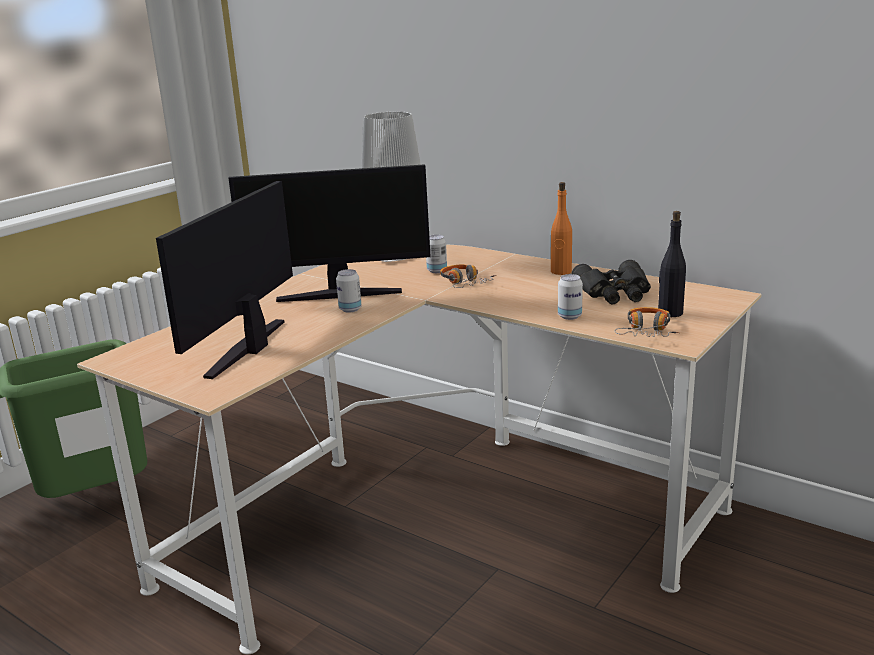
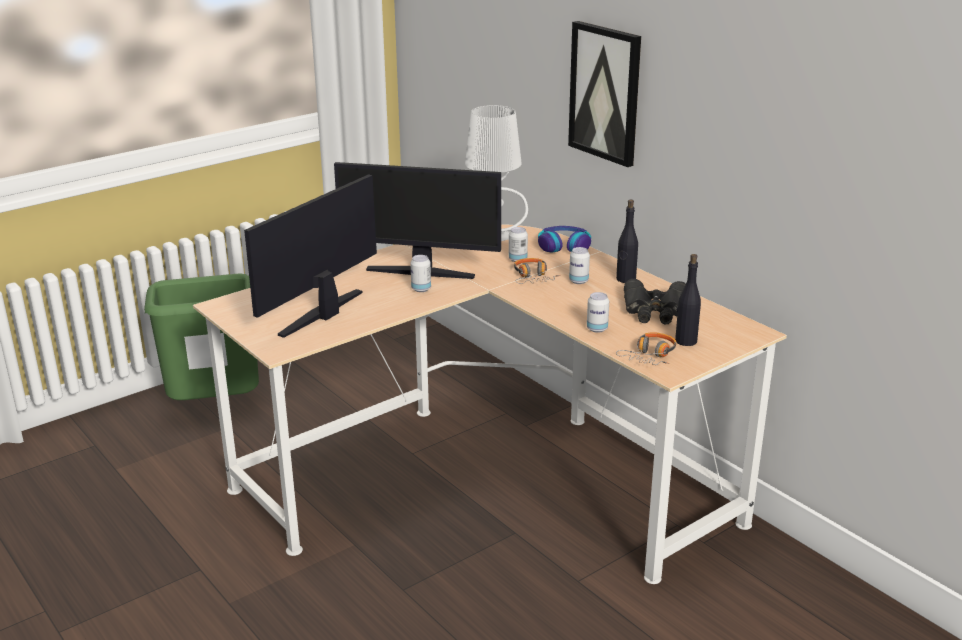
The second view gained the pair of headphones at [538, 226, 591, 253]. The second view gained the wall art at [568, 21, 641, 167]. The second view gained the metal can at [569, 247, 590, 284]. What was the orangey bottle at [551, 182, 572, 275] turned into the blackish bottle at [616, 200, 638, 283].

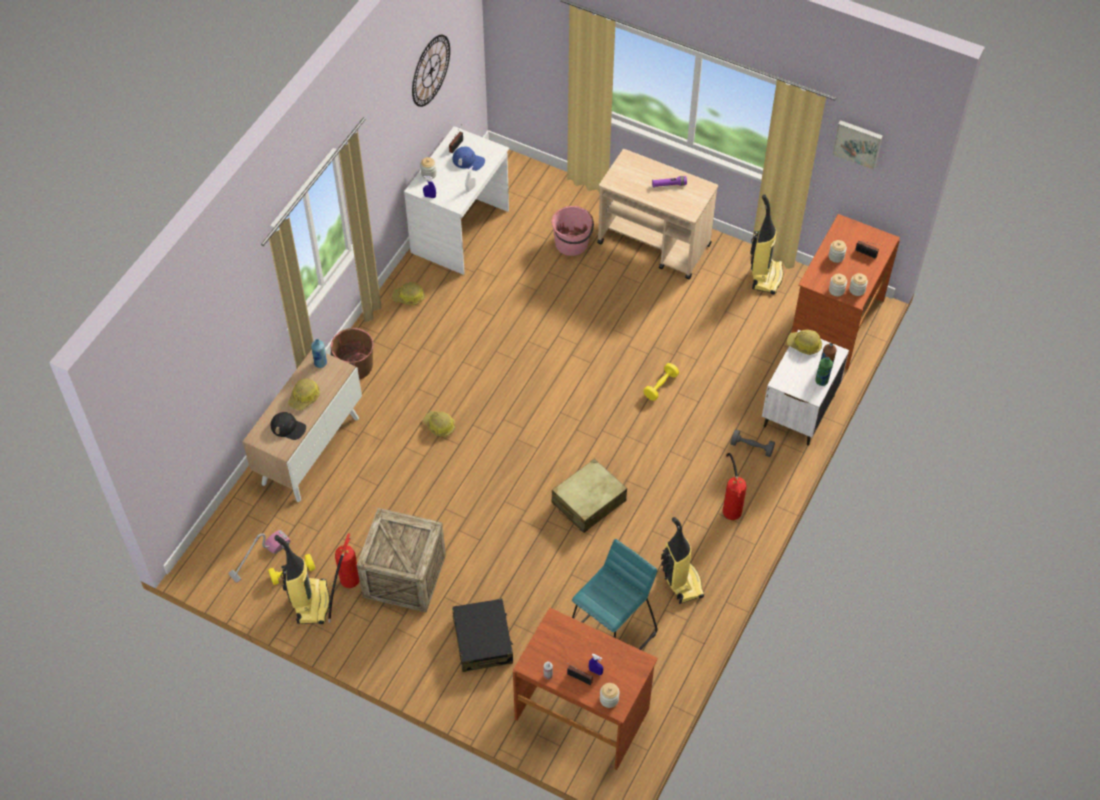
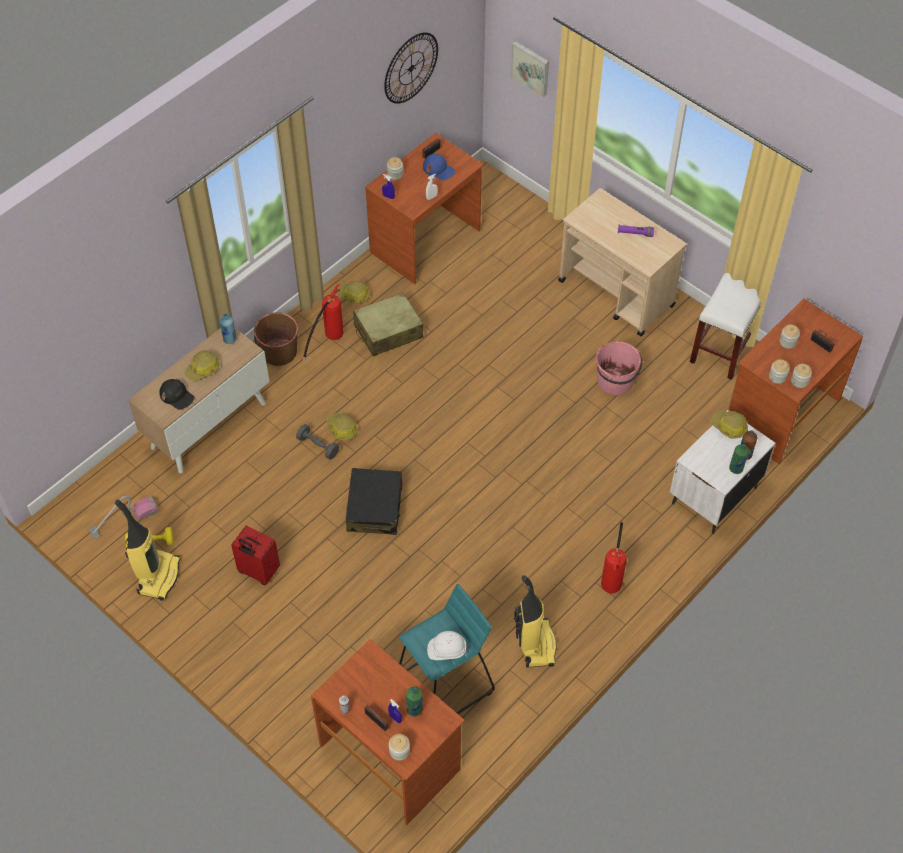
Where the packing crate stood at [357, 508, 446, 612], the red-coloured suitcase came to stand at [231, 525, 280, 585]. The grey hand weight ended up elsewhere, having gone from [730, 429, 775, 457] to [296, 424, 339, 460]. The fire extinguisher ended up elsewhere, having gone from [328, 533, 360, 623] to [303, 284, 344, 361]. The blackish suitcase ended up elsewhere, having gone from [452, 599, 513, 672] to [346, 468, 402, 535]. The beige-coloured suitcase ended up elsewhere, having gone from [551, 459, 627, 533] to [353, 293, 423, 356]. What was the white desk at [404, 126, 509, 275] turned into the brownish desk at [365, 133, 484, 284]. The second view gained the greenish bottle at [406, 686, 423, 717]. The second view gained the white hard hat at [427, 631, 467, 660]. The wall art ended up elsewhere, having gone from [832, 120, 883, 170] to [511, 41, 549, 97]. The pink water bucket ended up elsewhere, having gone from [551, 206, 594, 256] to [596, 341, 642, 395]. Where the vacuum cleaner stood at [750, 194, 783, 294], the white stool seat came to stand at [690, 273, 761, 380]. The second view lost the yellowish hand weight at [643, 363, 679, 401].

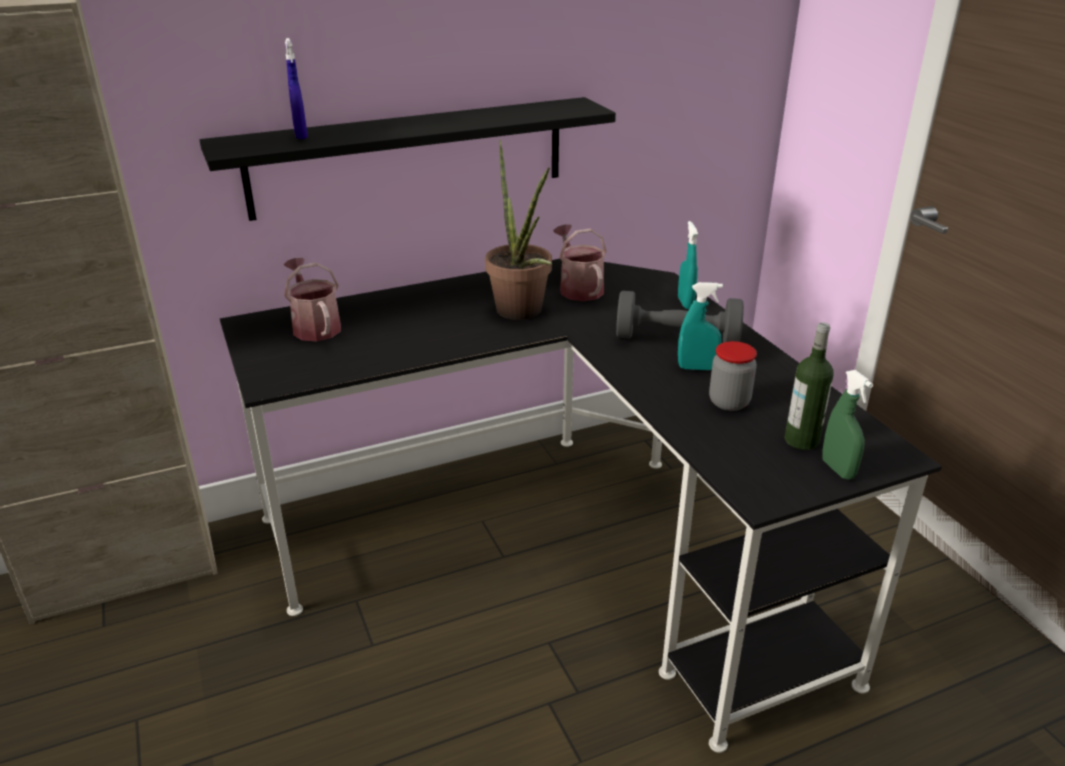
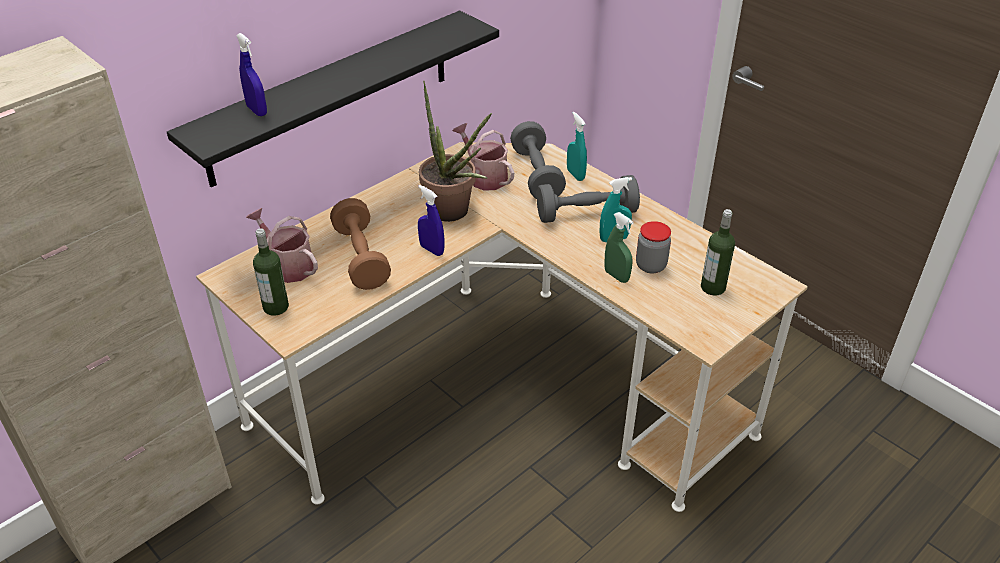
What was the blackish desk at [220, 259, 942, 753] turned into the beige-coloured desk at [196, 142, 808, 512]. The second view gained the bottle at [253, 228, 289, 316]. The second view gained the brownish hand weight at [330, 198, 391, 290]. The second view gained the bluish hand sprayer at [418, 185, 444, 256]. The second view gained the grey hand weight at [510, 121, 566, 199]. The greenish hand sprayer ended up elsewhere, having gone from [822, 370, 873, 480] to [604, 212, 634, 283].

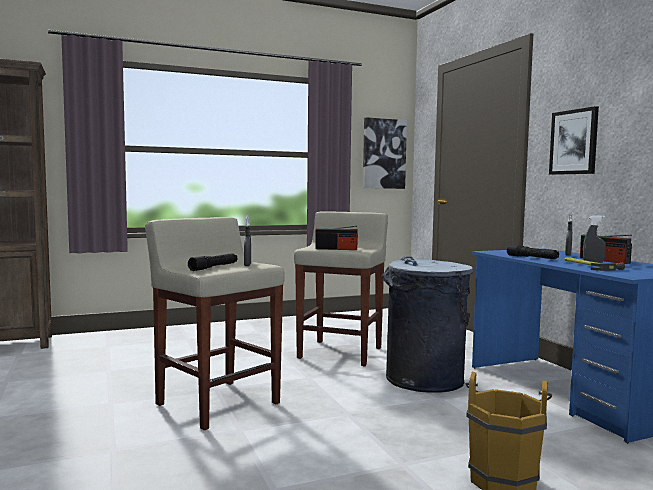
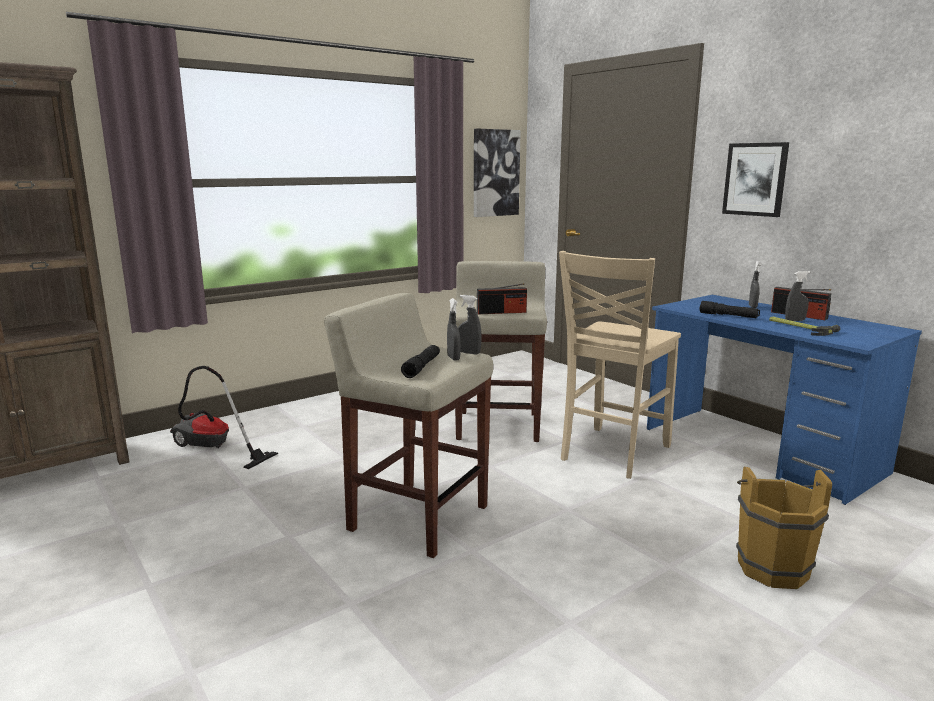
The second view gained the vacuum cleaner at [170, 366, 278, 469]. The second view gained the grey hand sprayer at [458, 295, 482, 355]. Where the grey trash can stood at [381, 256, 473, 393], the beige-coloured plain chair came to stand at [559, 251, 681, 479].

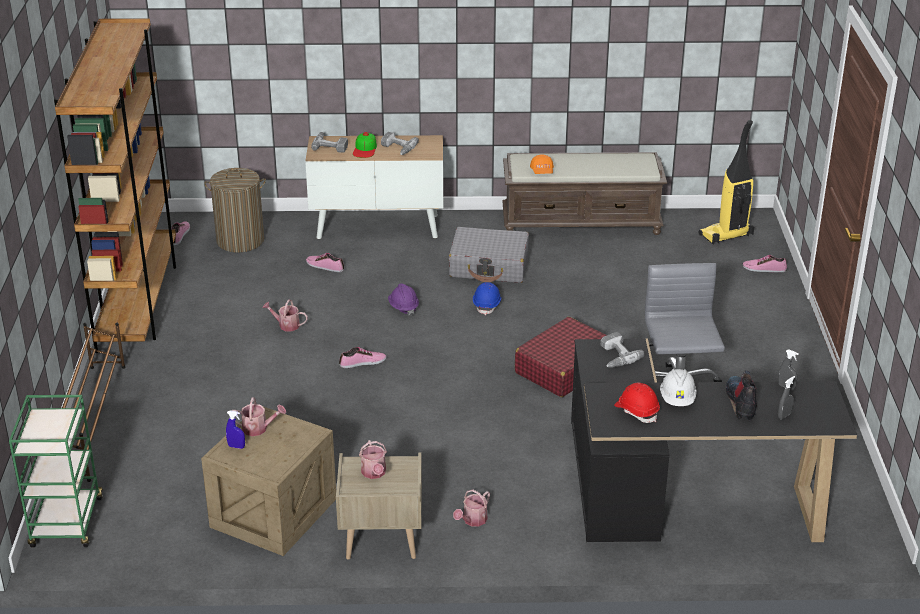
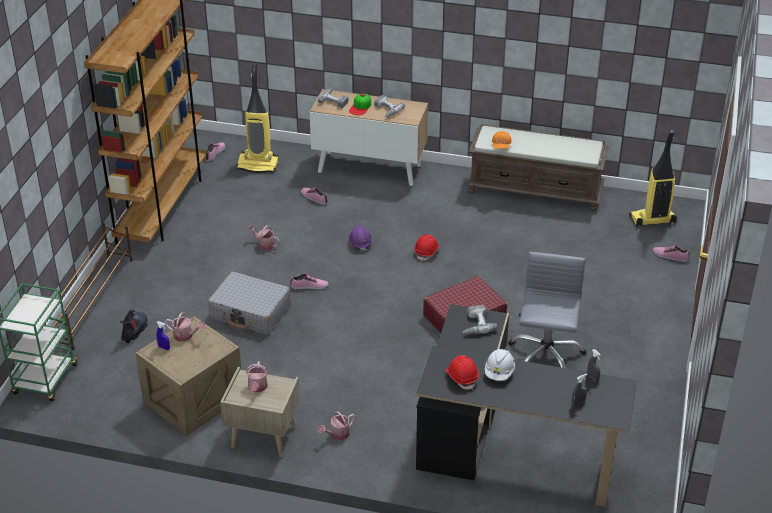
The tall boot ended up elsewhere, having gone from [726, 371, 757, 421] to [120, 309, 148, 343]. The grey suitcase ended up elsewhere, having gone from [449, 227, 529, 283] to [208, 271, 291, 335]. Where the hamper stood at [204, 168, 266, 252], the vacuum cleaner came to stand at [236, 64, 279, 173]. What was the bluish hard hat at [473, 282, 502, 315] turned into the red-coloured hard hat at [414, 234, 440, 261].

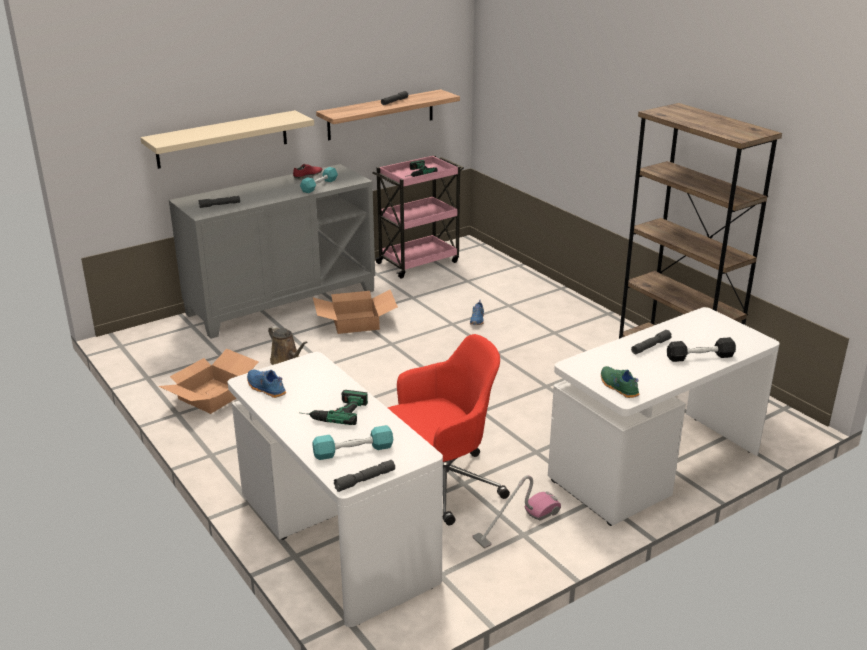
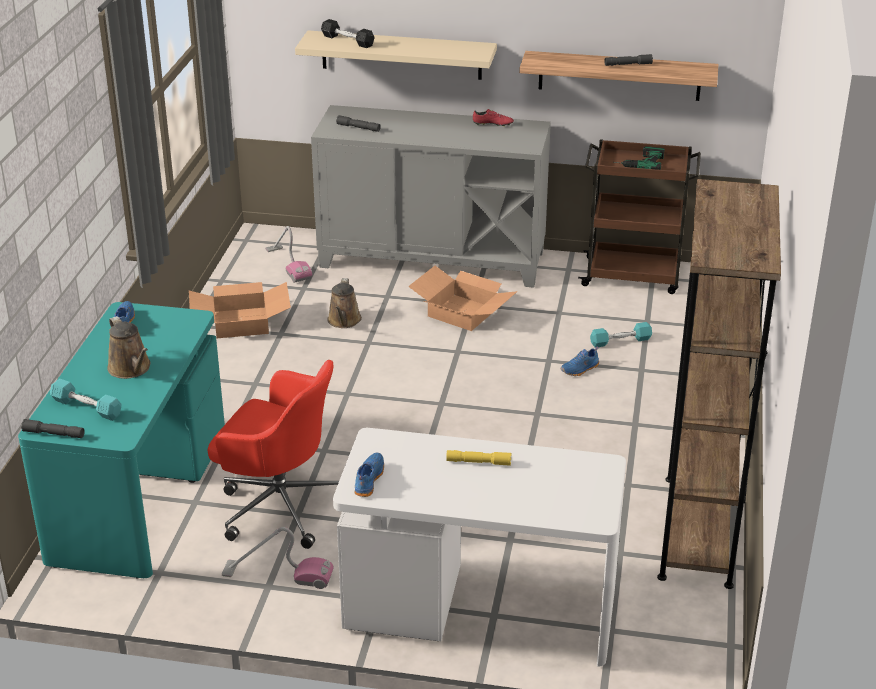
What was the white desk at [228, 352, 443, 627] turned into the turquoise desk at [18, 302, 225, 579]. Where the electric drill stood at [299, 390, 368, 425], the brownish sprinkling can came to stand at [107, 316, 151, 379]. The second view gained the vacuum cleaner at [265, 226, 312, 282]. The blackish hand weight ended up elsewhere, having gone from [667, 337, 736, 362] to [321, 19, 375, 48]. What was the greenish low shoe at [601, 366, 640, 398] turned into the bluish low shoe at [355, 453, 384, 497]. What was the grey flashlight at [631, 330, 672, 354] turned into the yellowish flashlight at [446, 450, 511, 466]. What was the pink trolley at [373, 155, 464, 278] turned into the brownish trolley at [578, 139, 701, 294]. The turquoise hand weight ended up elsewhere, having gone from [300, 167, 338, 193] to [590, 322, 652, 348].

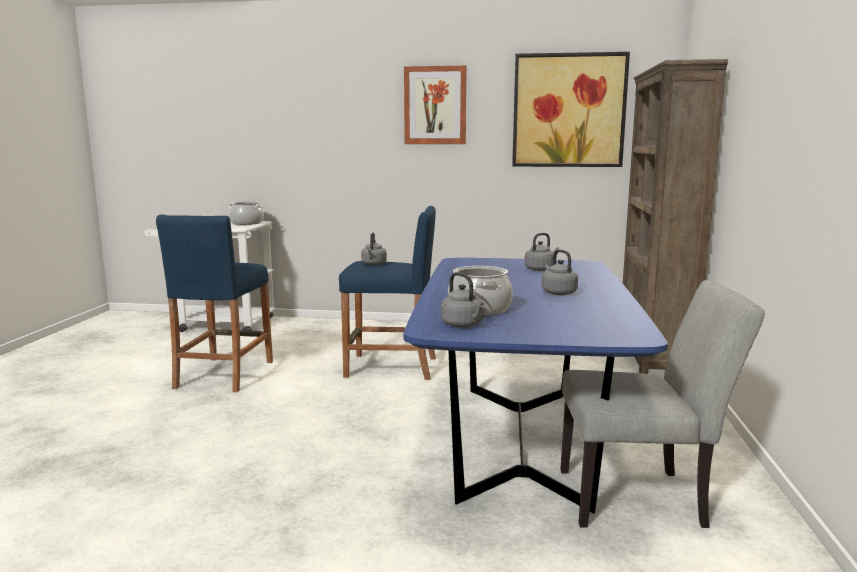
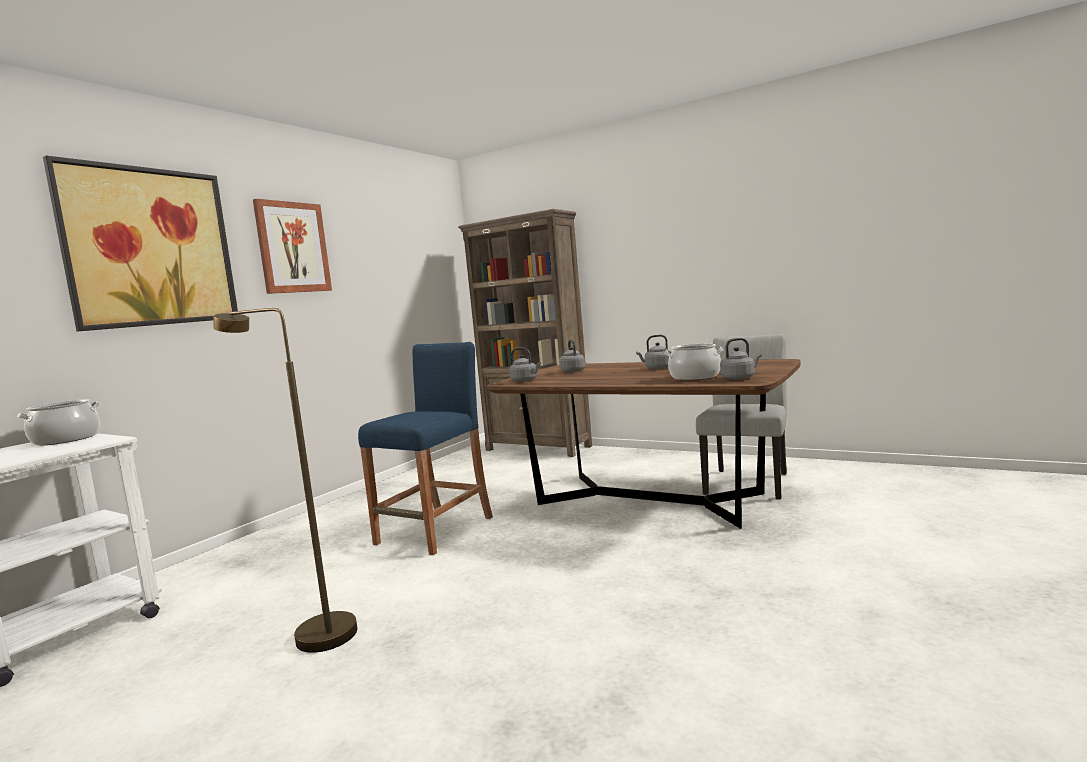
The wall art ended up elsewhere, having gone from [512, 52, 630, 167] to [43, 156, 238, 332]. Where the bluish stool seat stood at [156, 214, 273, 392], the brownish standard lamp came to stand at [214, 308, 357, 653]. What was the bluish kitchen table at [403, 258, 668, 513] turned into the brownish kitchen table at [487, 359, 801, 529]. The grey tea kettle ended up elsewhere, having gone from [361, 232, 387, 265] to [509, 347, 541, 382].

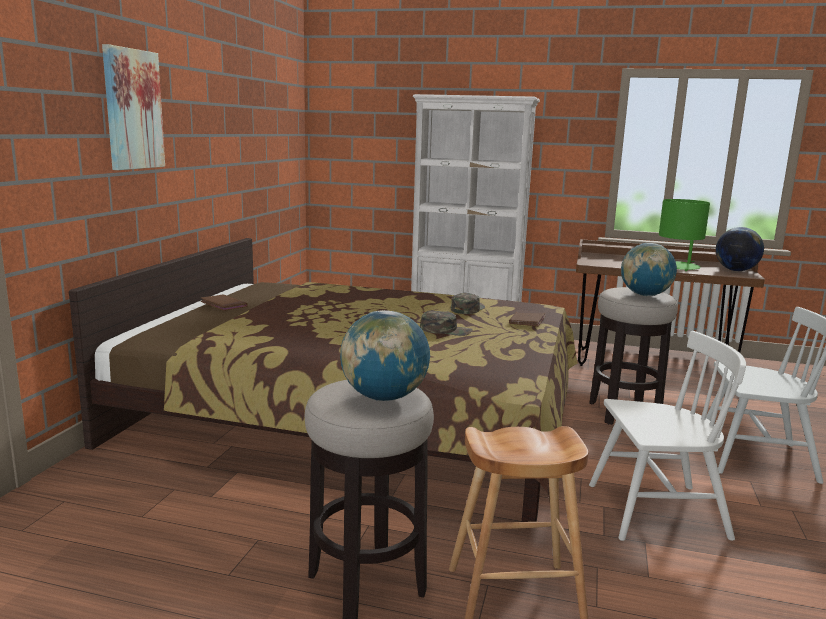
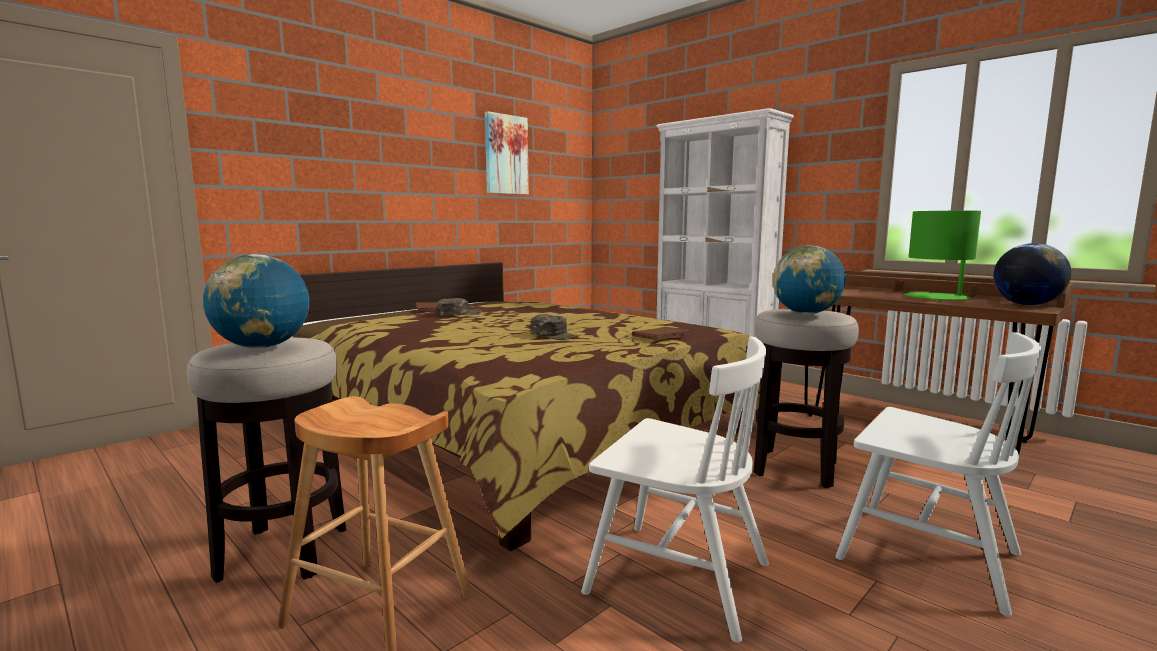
The greenish baseball cap ended up elsewhere, having gone from [451, 293, 485, 314] to [437, 298, 482, 316]. The wall art ended up elsewhere, having gone from [102, 44, 165, 170] to [485, 111, 529, 195].

